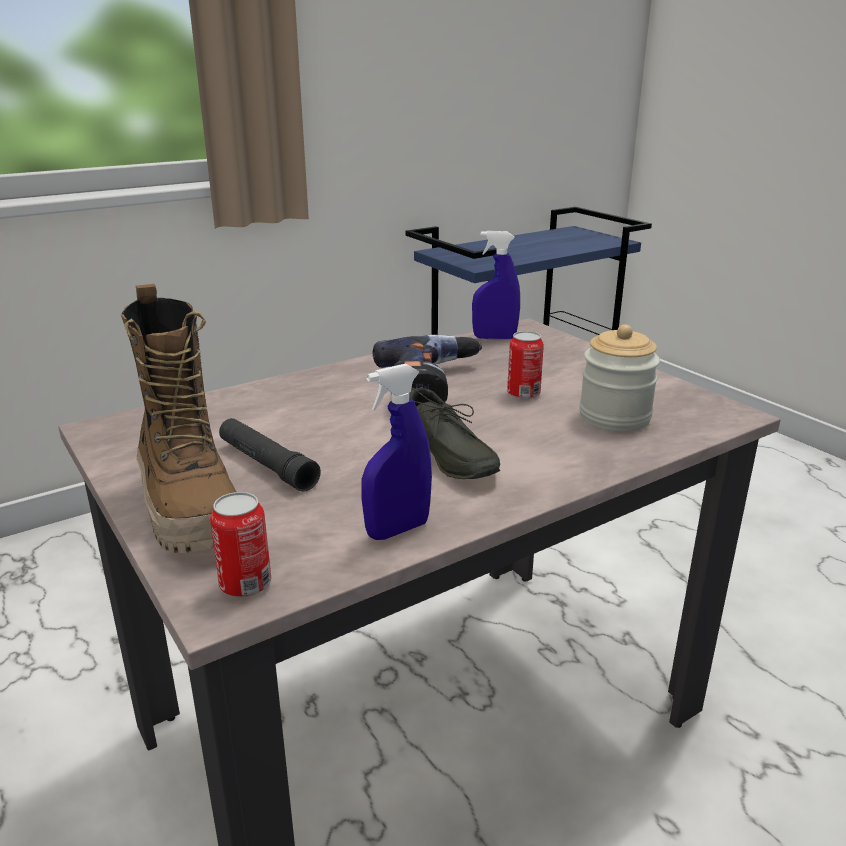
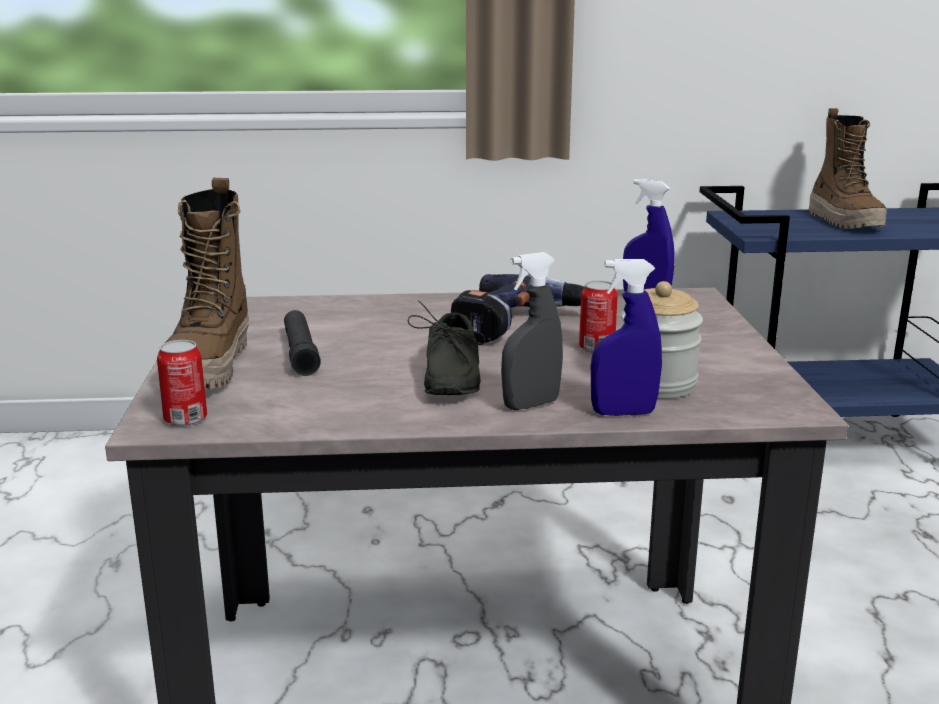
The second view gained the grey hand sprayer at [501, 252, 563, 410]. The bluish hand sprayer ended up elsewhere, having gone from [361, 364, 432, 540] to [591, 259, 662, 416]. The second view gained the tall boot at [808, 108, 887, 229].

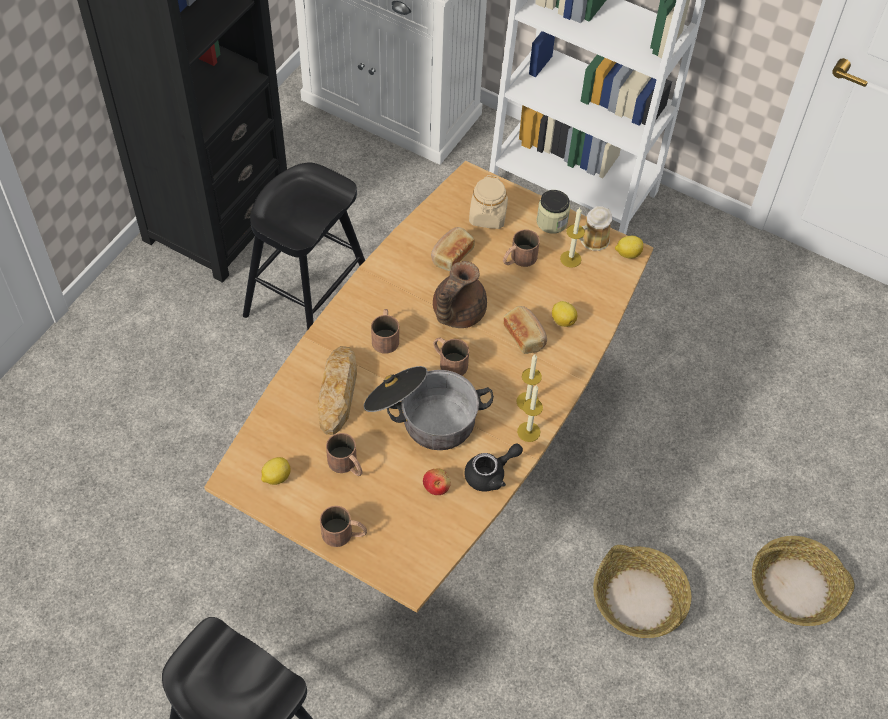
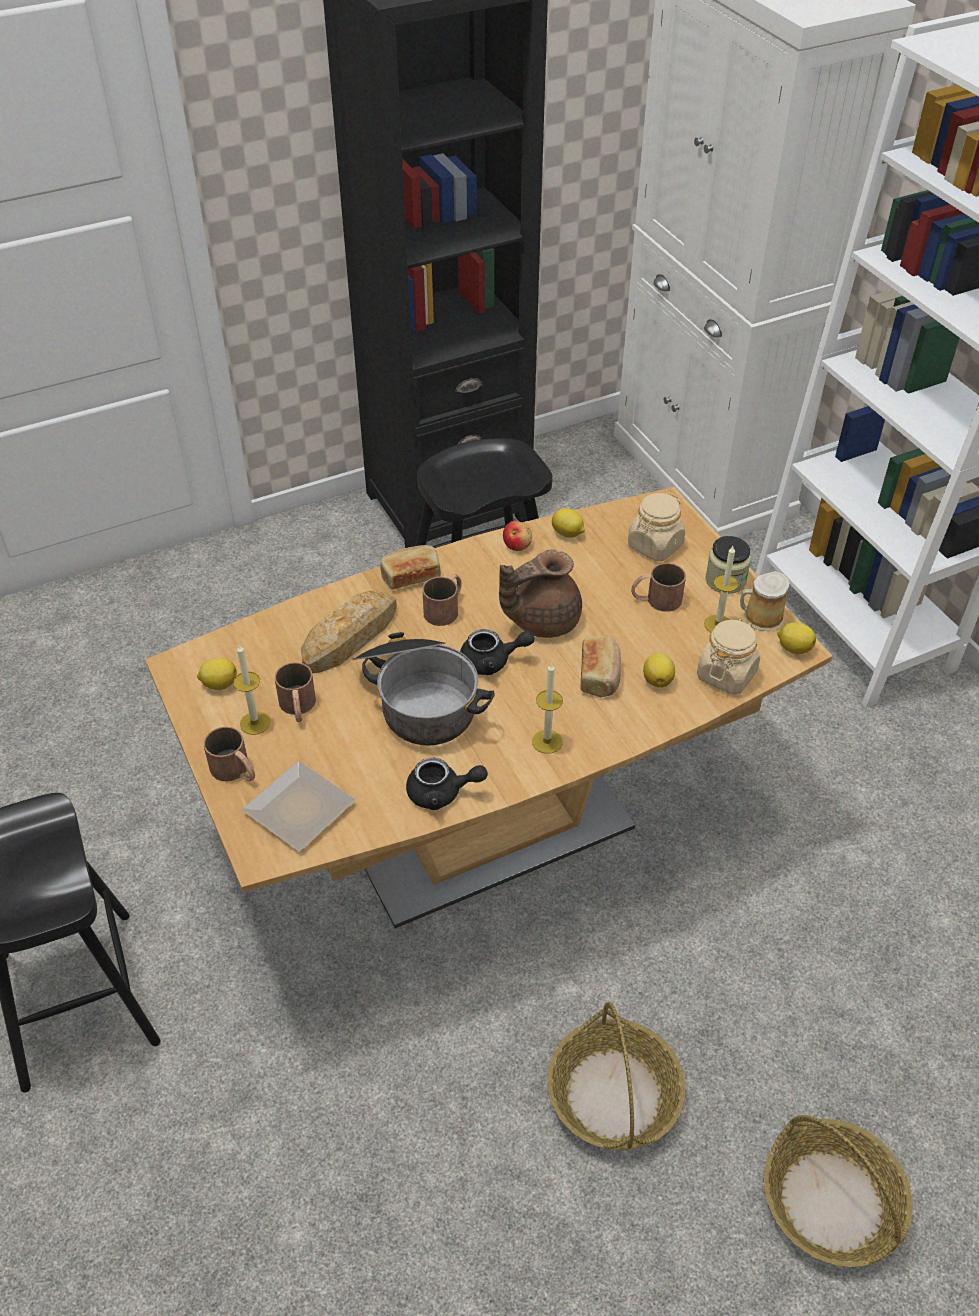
The candle ended up elsewhere, having gone from [517, 385, 543, 442] to [233, 645, 270, 735]. The second view gained the plate at [242, 761, 356, 851]. The bread ended up elsewhere, having gone from [431, 227, 475, 271] to [380, 545, 441, 589]. Where the brownish coffee mug stood at [433, 338, 469, 376], the blackish teapot came to stand at [460, 629, 535, 675]. The apple ended up elsewhere, having gone from [423, 469, 451, 495] to [503, 521, 532, 551]. The second view gained the lemon at [552, 508, 584, 538]. The second view gained the beige-coloured jar at [697, 619, 760, 695].

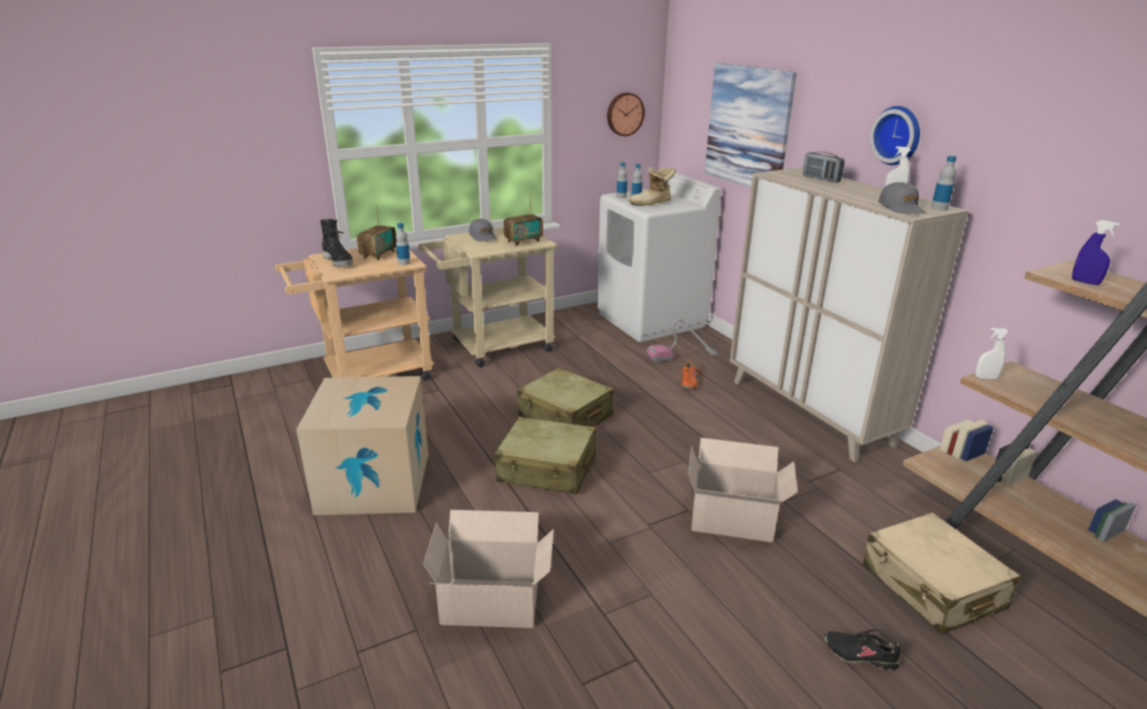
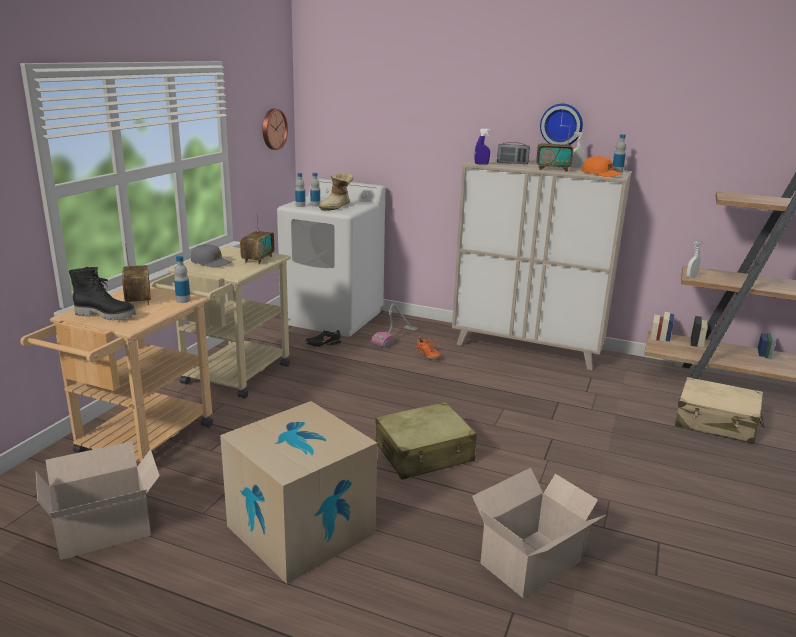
The packing box ended up elsewhere, having gone from [688, 438, 798, 542] to [36, 441, 160, 560]. The blackish low shoe ended up elsewhere, having gone from [824, 629, 900, 671] to [305, 330, 342, 348]. The bluish hand sprayer ended up elsewhere, having gone from [1072, 220, 1120, 285] to [474, 129, 490, 165]. The second view gained the radio at [536, 125, 574, 172]. What was the grey baseball cap at [878, 182, 925, 213] turned into the orangey baseball cap at [582, 156, 622, 177]. The second view lost the beige-coloured suitcase at [517, 368, 614, 427]. The second view lost the wall art at [705, 63, 797, 188].

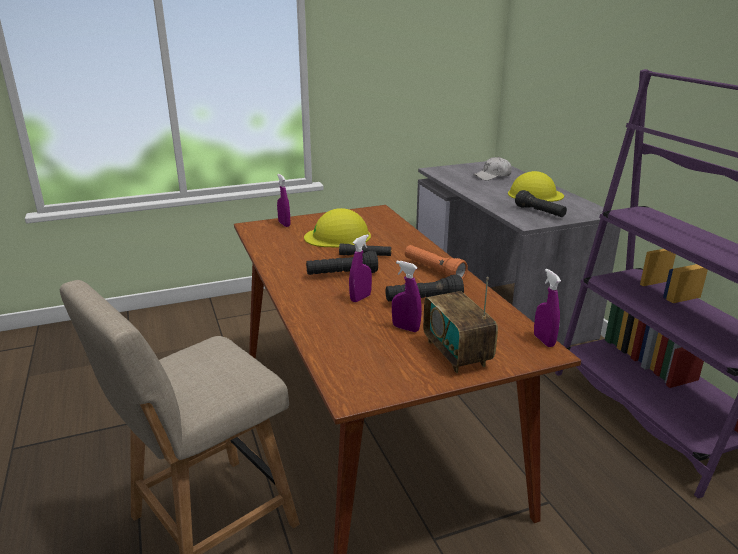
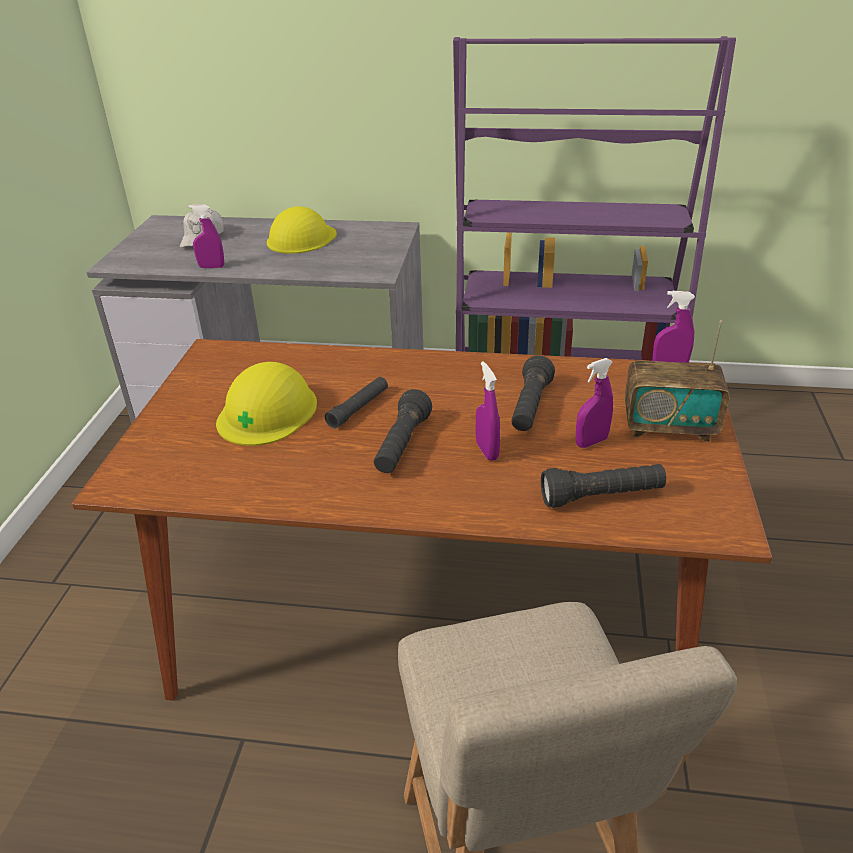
The purple hand sprayer ended up elsewhere, having gone from [277, 174, 290, 227] to [189, 205, 224, 268]. The blackish flashlight ended up elsewhere, having gone from [515, 190, 567, 217] to [541, 464, 666, 508]. The second view lost the orangey flashlight at [405, 245, 468, 279].

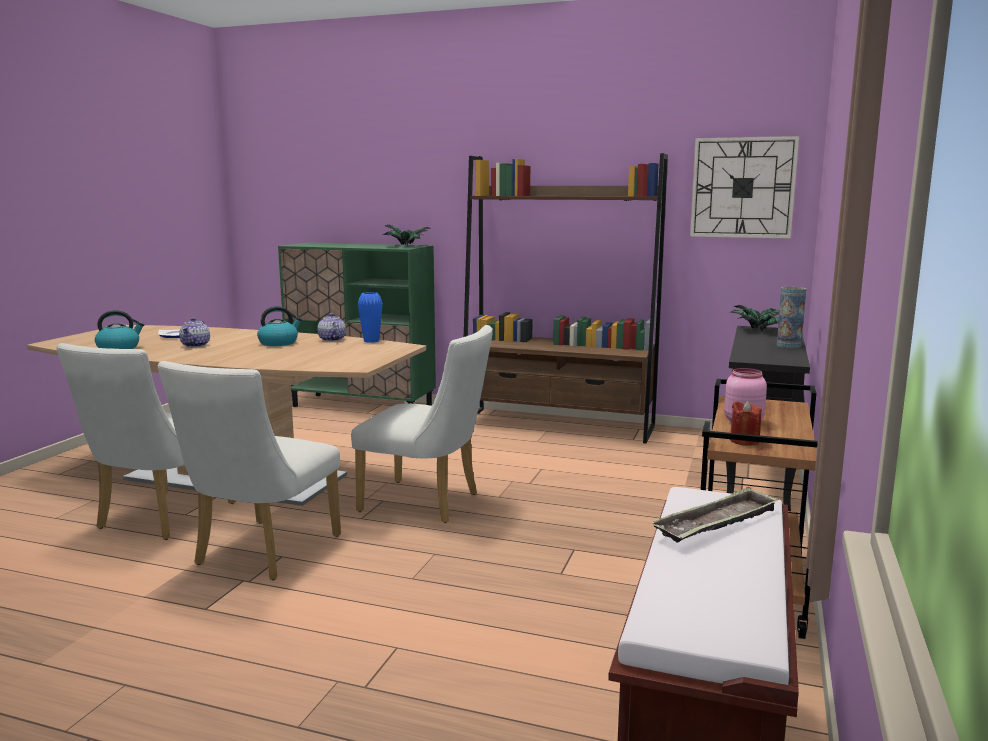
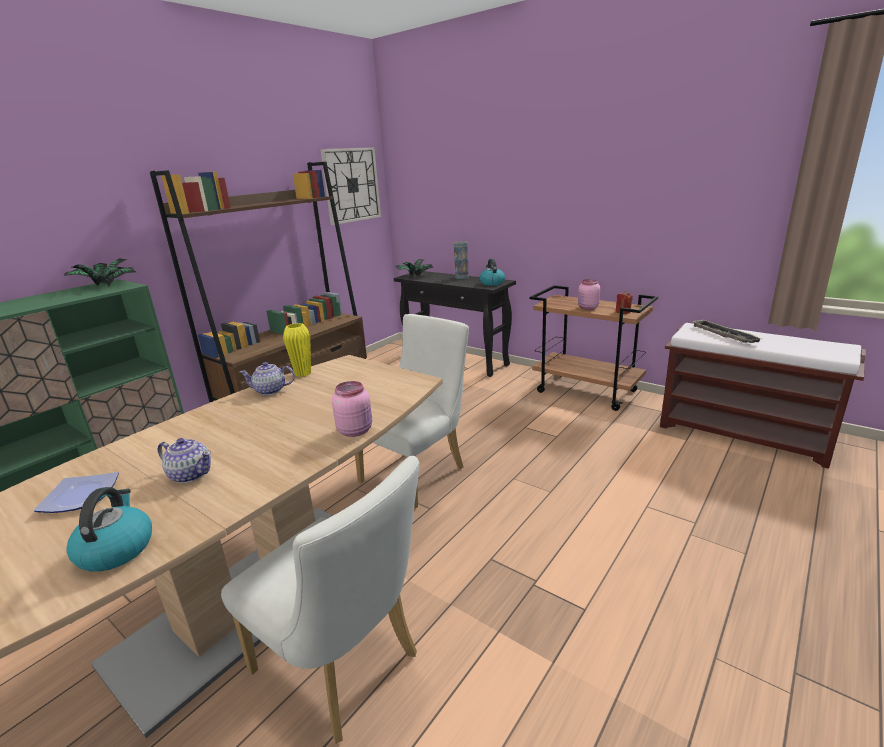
What was the bluish vase at [358, 292, 383, 343] turned into the yellowish vase at [283, 323, 311, 377]. The second view gained the pink jar at [332, 381, 372, 437]. The tea kettle ended up elsewhere, having gone from [257, 306, 302, 346] to [480, 259, 505, 286]. The second view lost the white plain chair at [158, 361, 341, 580].

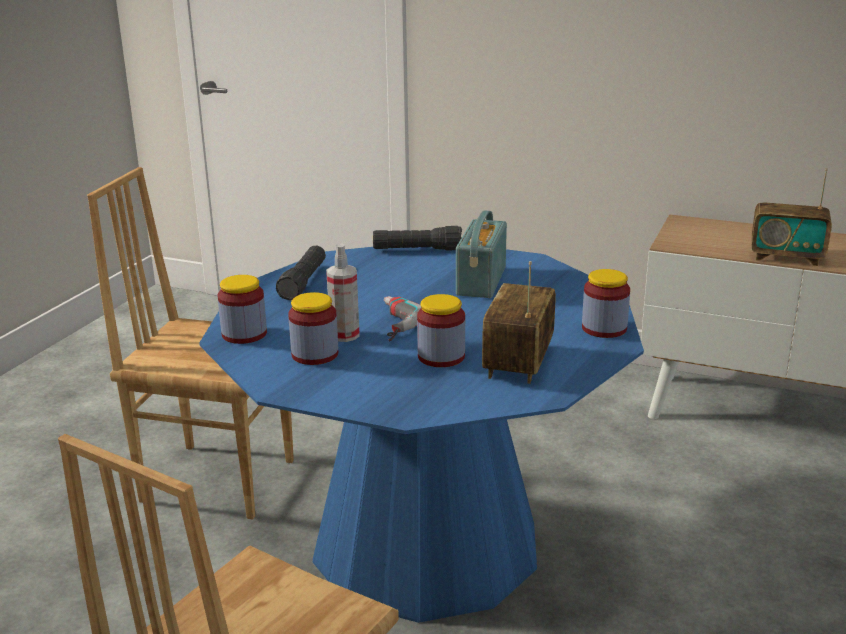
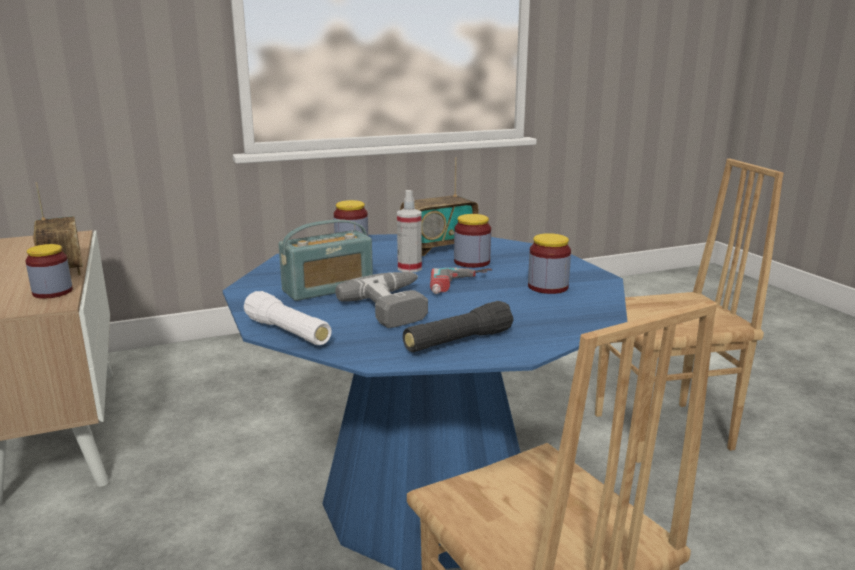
The jar ended up elsewhere, having gone from [218, 275, 267, 344] to [25, 244, 73, 299]. What was the blackish flashlight at [373, 226, 462, 250] turned into the white flashlight at [244, 291, 332, 345]. The second view gained the electric drill at [335, 272, 428, 328]. The hand sprayer ended up elsewhere, having gone from [326, 244, 360, 342] to [397, 190, 422, 273].

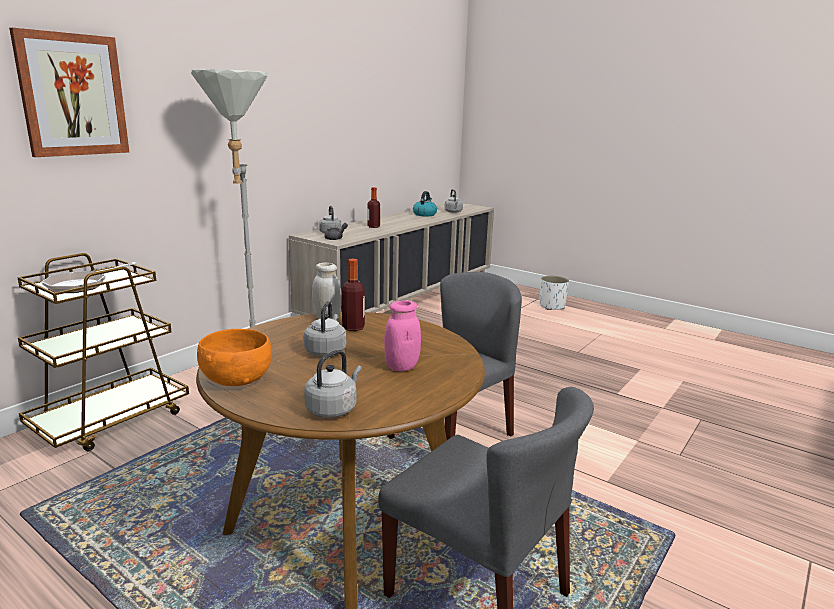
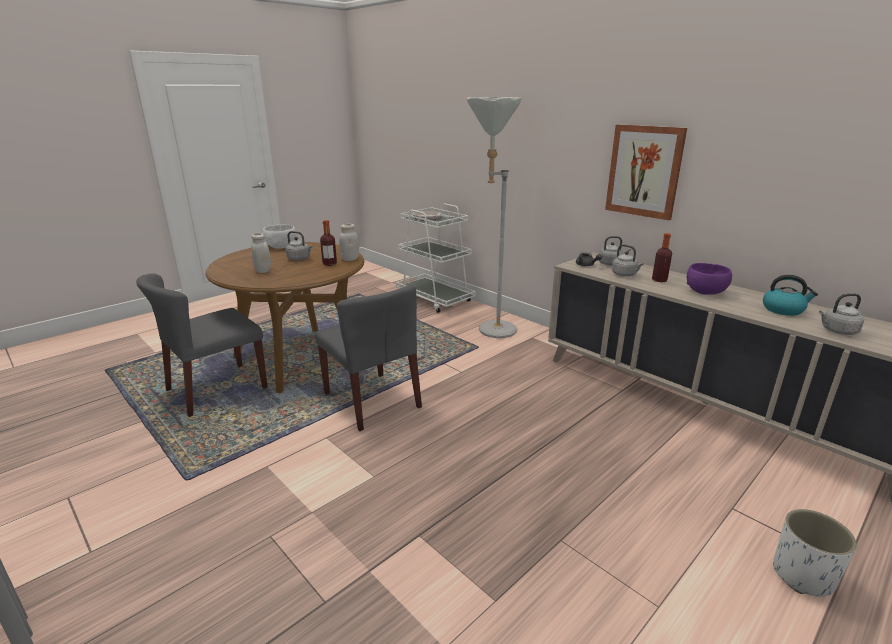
What was the pink jar at [384, 300, 421, 371] turned into the white jar at [251, 233, 271, 273]. What was the orangey serving bowl at [197, 329, 272, 386] turned into the white serving bowl at [263, 224, 297, 249]. What was the brownish trolley at [17, 253, 189, 451] turned into the white trolley at [396, 203, 476, 313]. The wall art ended up elsewhere, having gone from [9, 28, 129, 157] to [605, 124, 687, 220]. The grey tea kettle ended up elsewhere, having gone from [304, 350, 362, 418] to [612, 244, 644, 276]. The second view gained the purple serving bowl at [687, 263, 732, 295].

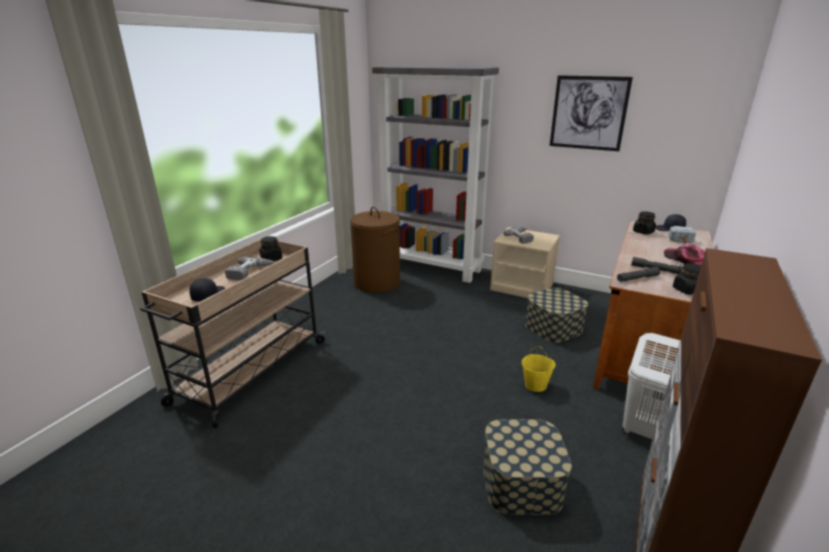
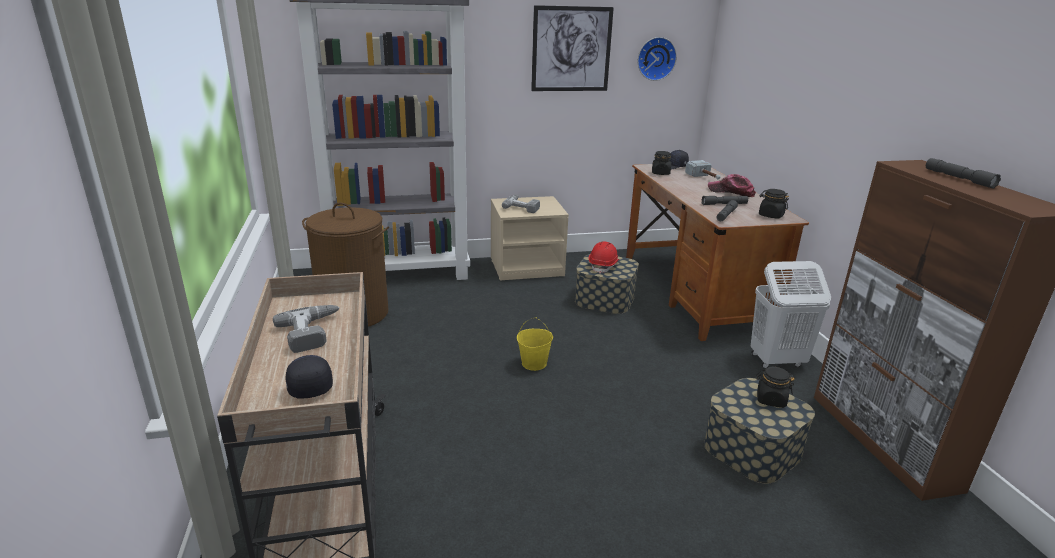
The yellowish water bucket ended up elsewhere, having gone from [522, 347, 556, 392] to [517, 317, 553, 371]. The second view gained the red-coloured hard hat at [589, 241, 619, 274]. The second view gained the hanging clock at [638, 37, 677, 81]. The blackish jar ended up elsewhere, having gone from [259, 236, 282, 261] to [756, 367, 795, 408]. The second view gained the grey flashlight at [926, 158, 1001, 189].

